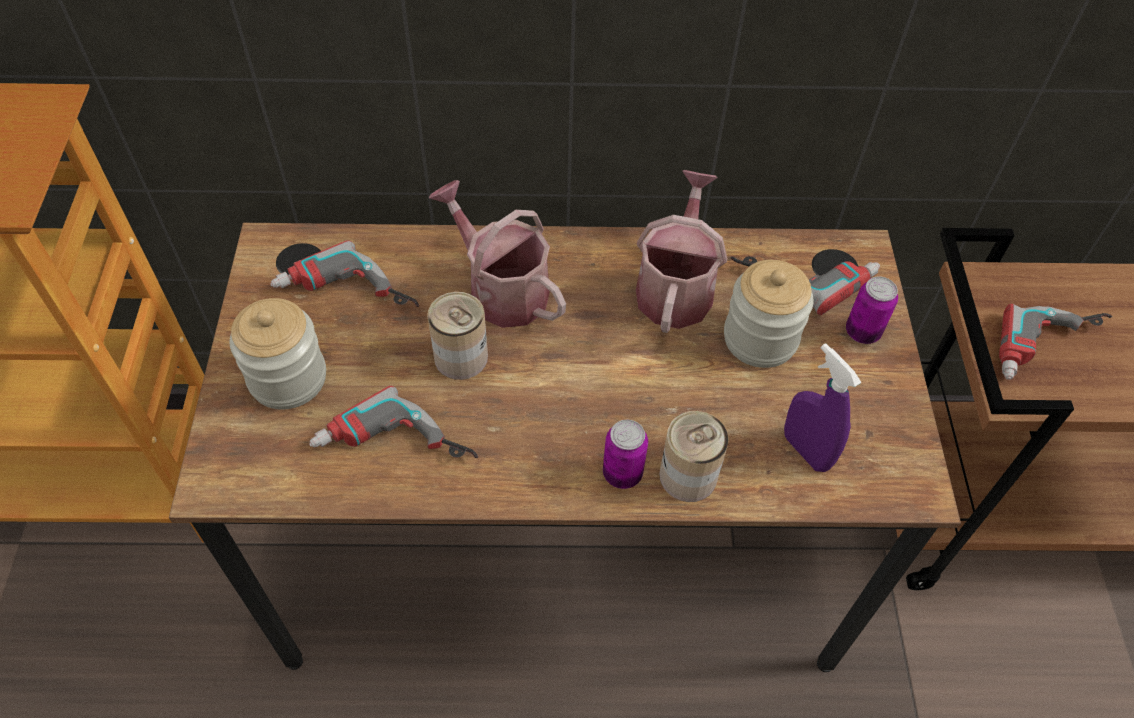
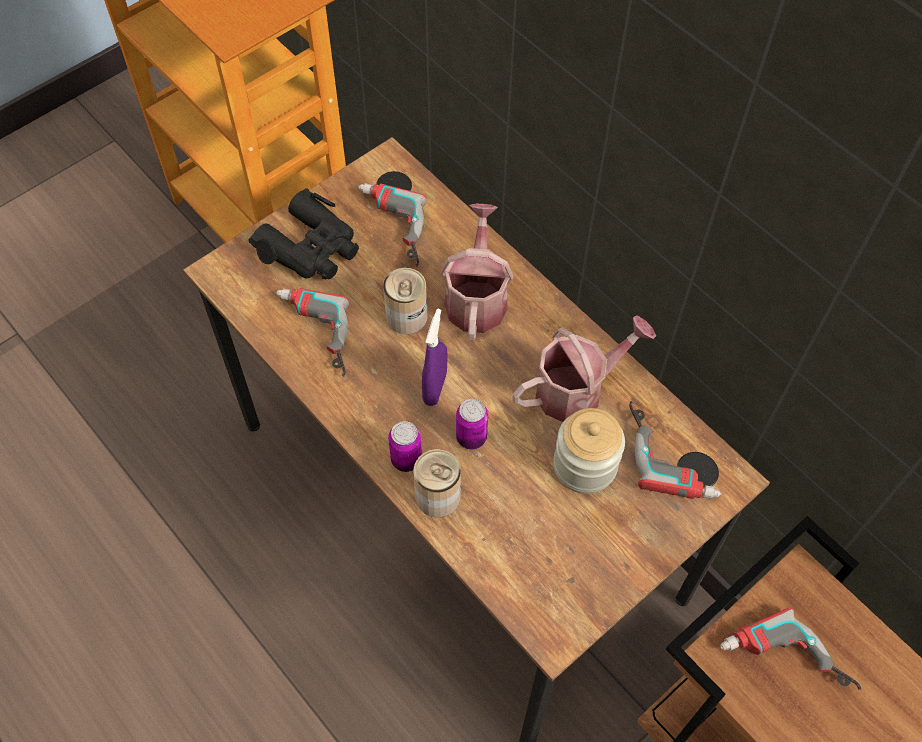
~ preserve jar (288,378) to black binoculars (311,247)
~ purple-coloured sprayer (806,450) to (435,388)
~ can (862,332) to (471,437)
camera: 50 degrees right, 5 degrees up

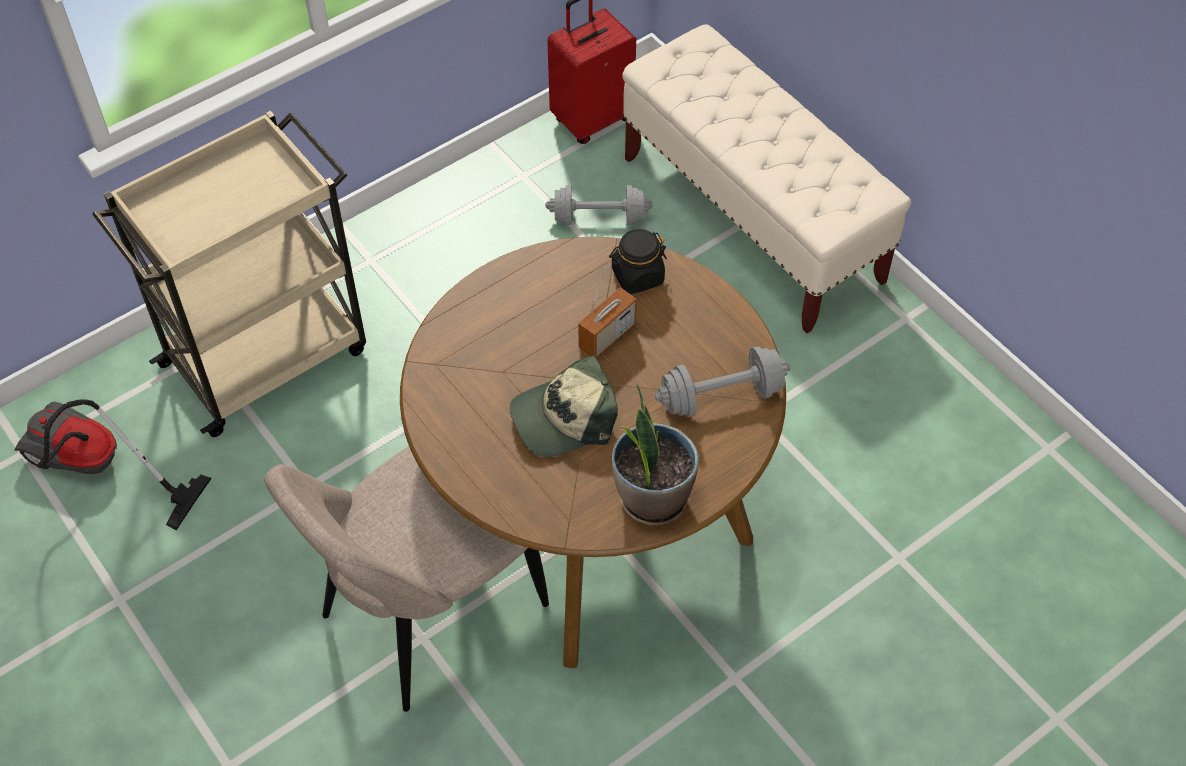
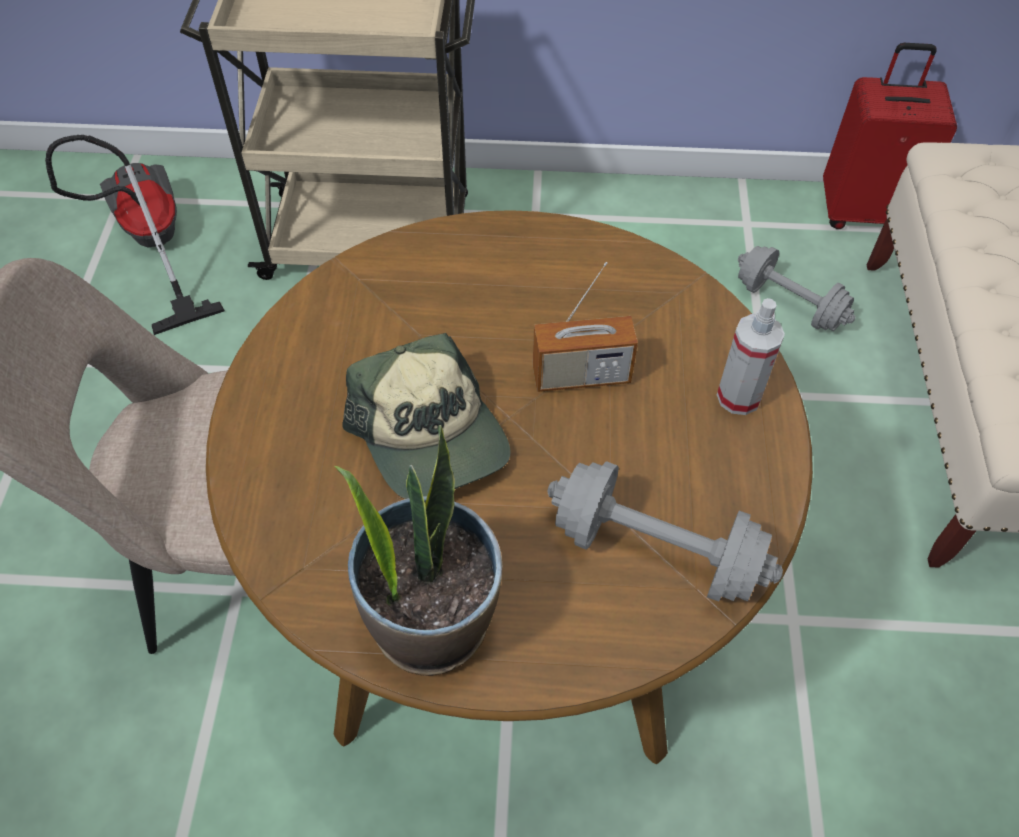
~ peaked cap (564,418) = (431,436) 135 degrees counterclockwise
- black preserve jar (637,276)
+ sprayer (738,397)
camera: 40 degrees right, 0 degrees up

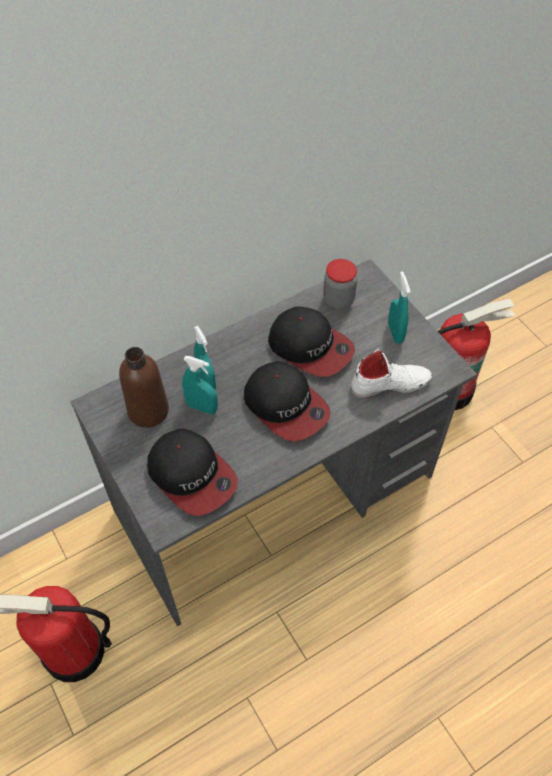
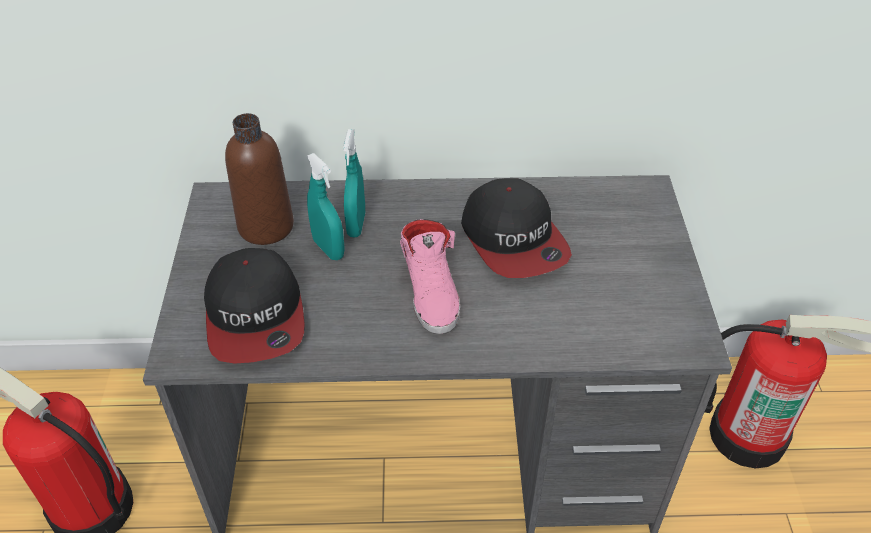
~ peaked cap (286,406) to pink-coloured item of footwear (431,291)
- preserve jar (338,300)
- whitish item of footwear (390,383)
- turquoise sprayer (395,333)
camera: 30 degrees right, 10 degrees down

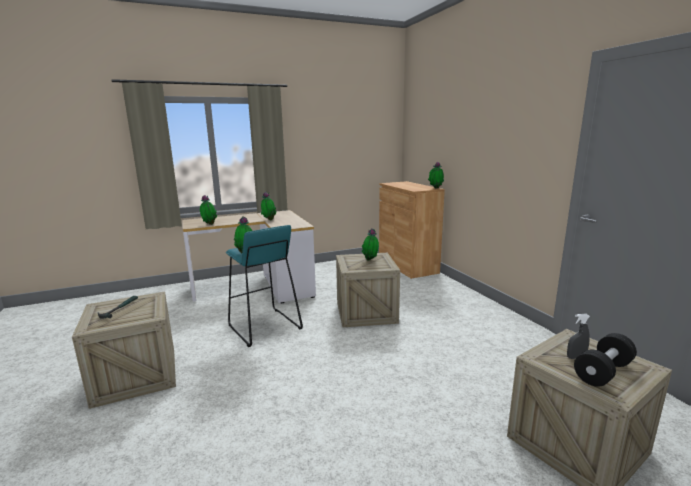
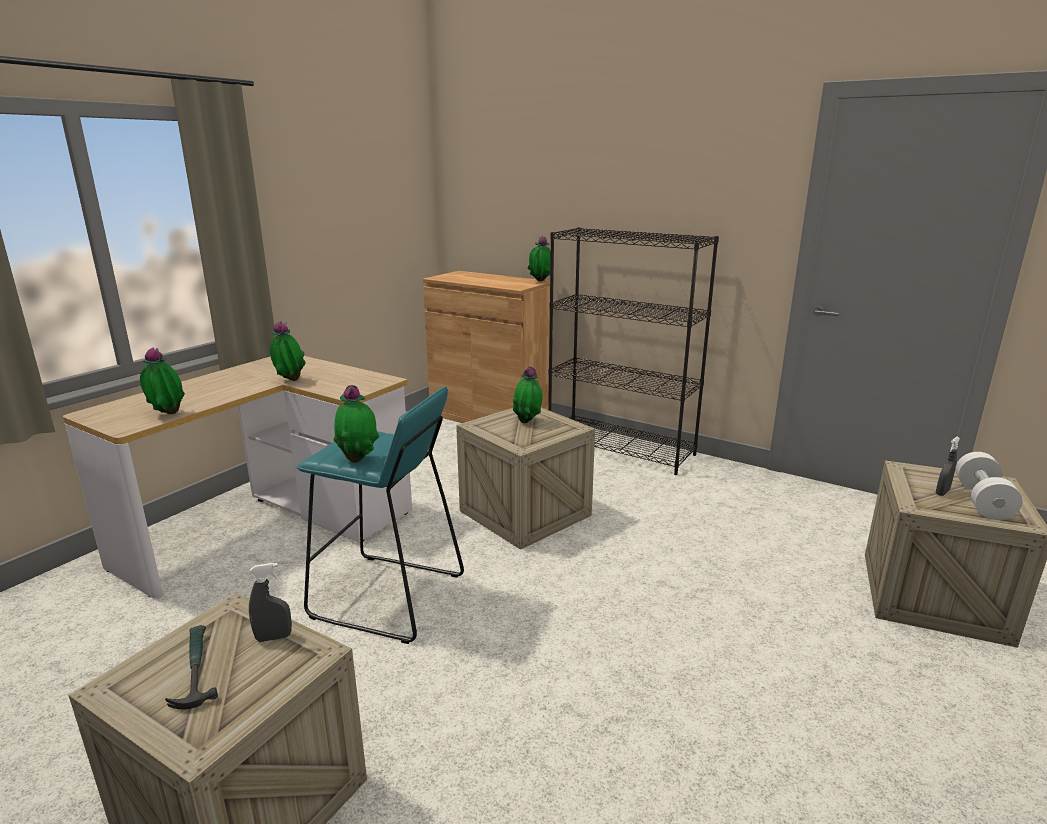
~ black hand weight (603,372) to whitish hand weight (982,501)
+ gray sprayer (273,637)
+ black bookshelf (621,448)
camera: 35 degrees left, 5 degrees up

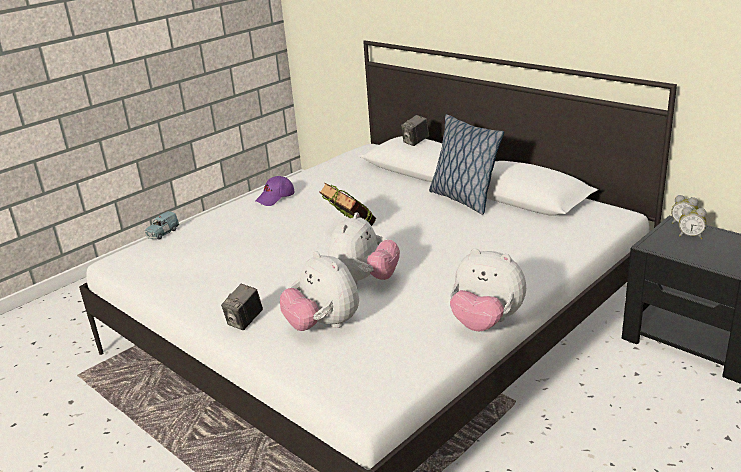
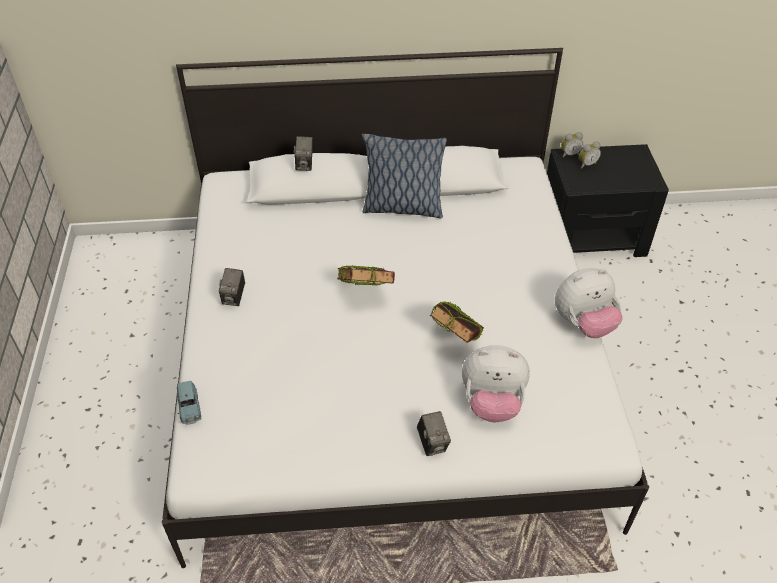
~ purple-coloured peaked cap (275,198) to photo camera (234,297)
~ plush toy (364,281) to book (455,341)
camera: 50 degrees left, 20 degrees up

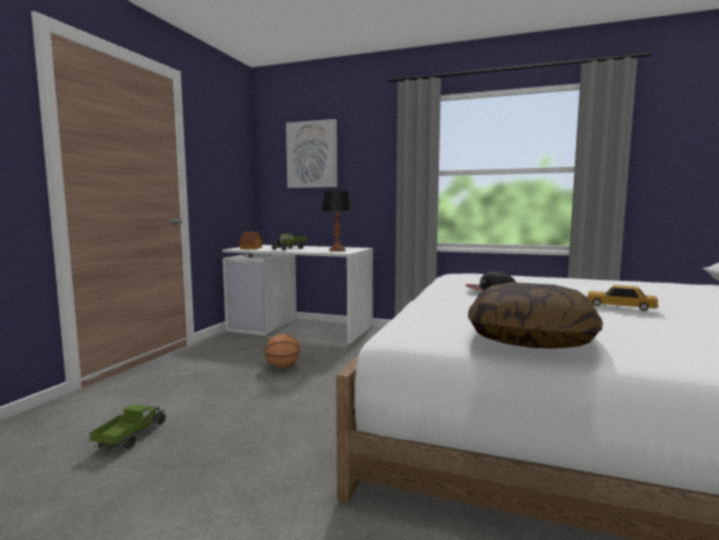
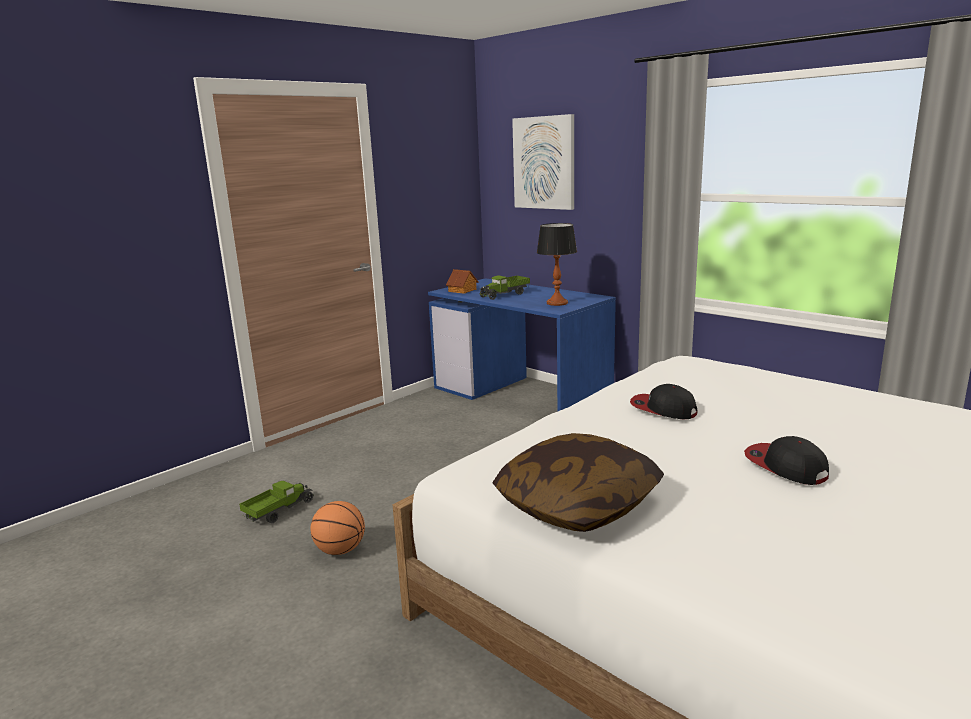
~ whitish desk table (301,328) to blue-coloured desk table (522,394)
~ basketball (282,367) to (340,550)
~ model car (620,306) to peaked cap (785,466)
camera: 25 degrees right, 10 degrees up

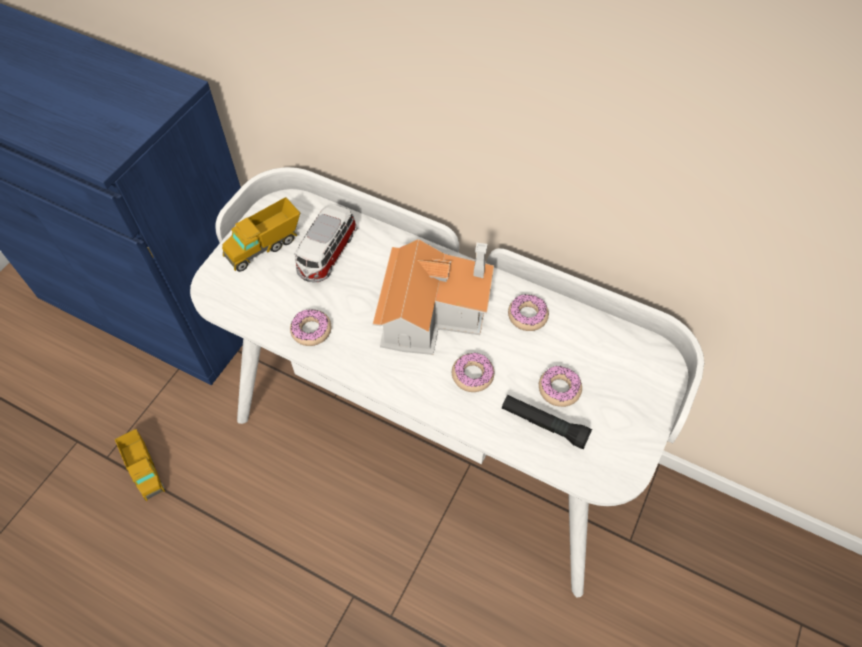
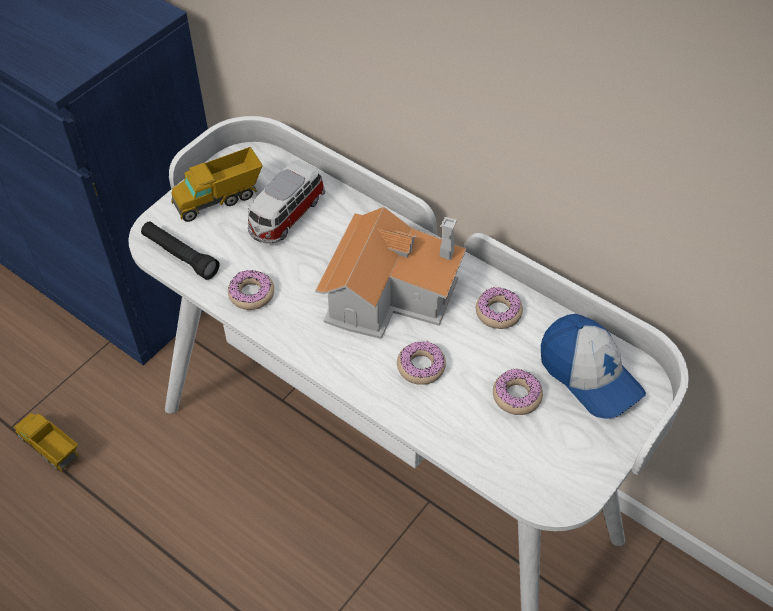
~ toy truck (146,471) = (51,449) 150 degrees clockwise
~ black flashlight (544,425) to (180,256)
+ peaked cap (589,375)
camera: 10 degrees right, 5 degrees down

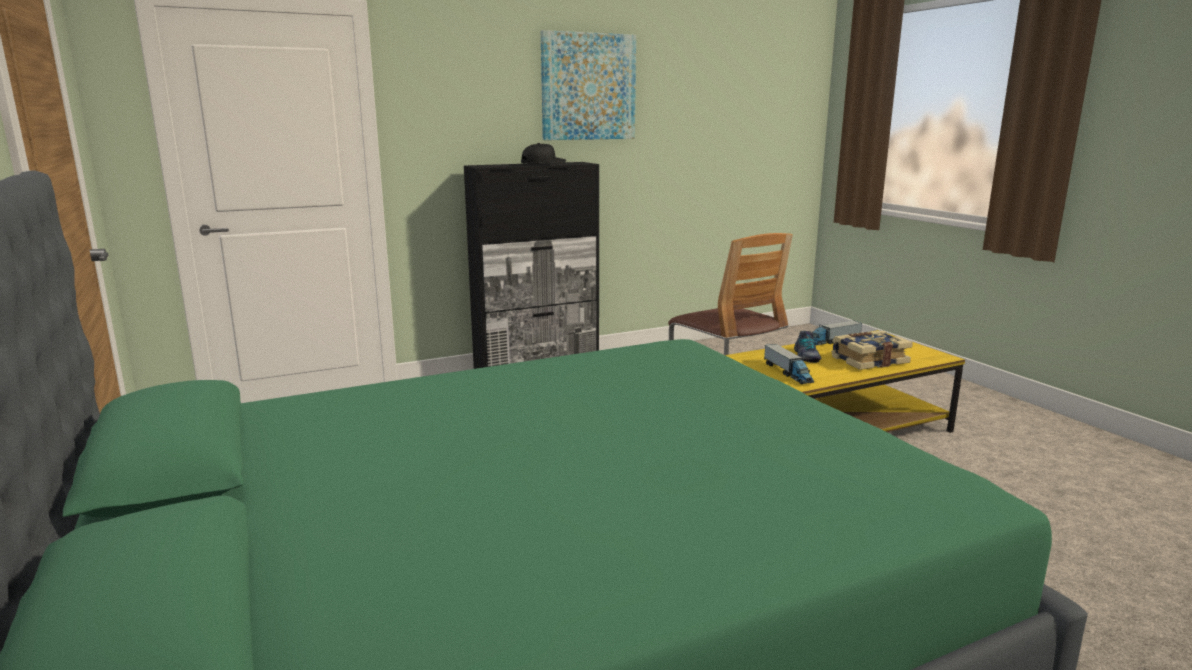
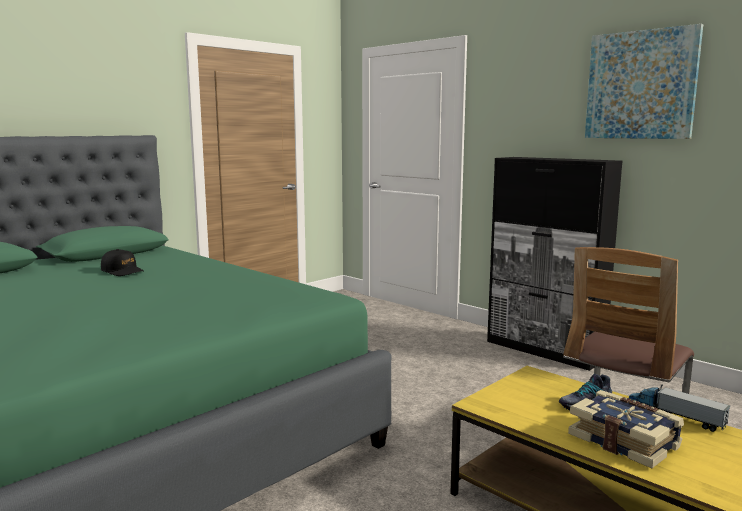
~ black peaked cap (543,163) to (122,271)
- toy truck (788,373)
camera: 70 degrees right, 5 degrees down

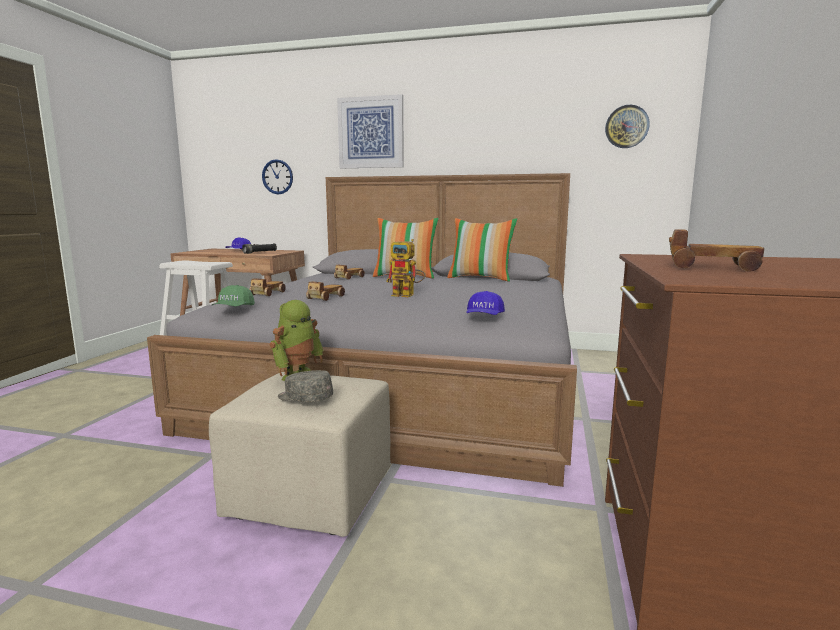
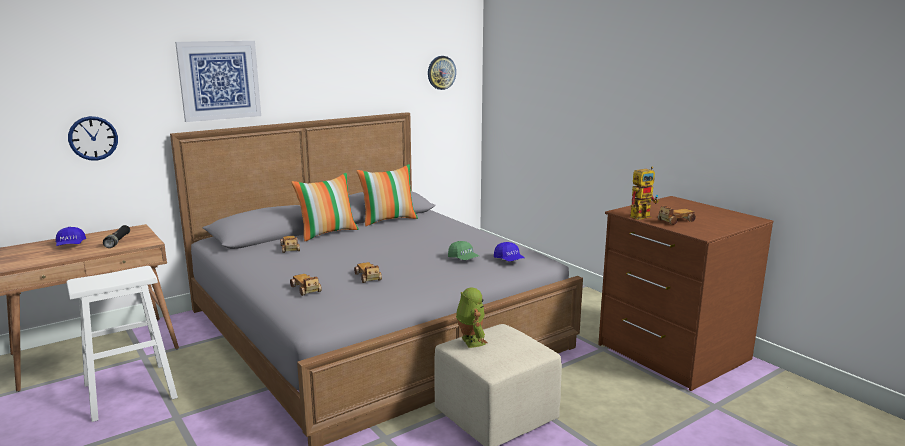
~ green-coloured peaked cap (233,309) to (463,259)
- gray peaked cap (304,398)
~ robot figure (408,295) to (642,216)
camera: 50 degrees left, 5 degrees up

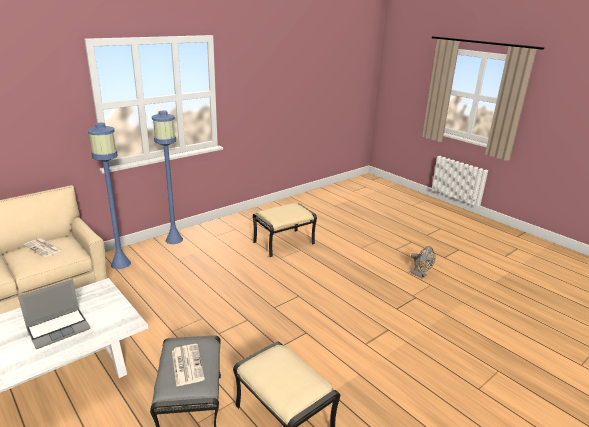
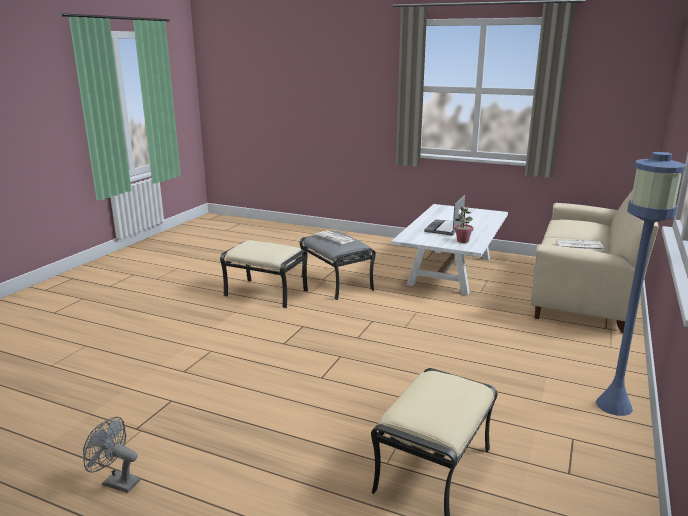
- blue-coloured floor lamp (120,264)
+ houseplant (462,241)
camera: 155 degrees right, 5 degrees down

